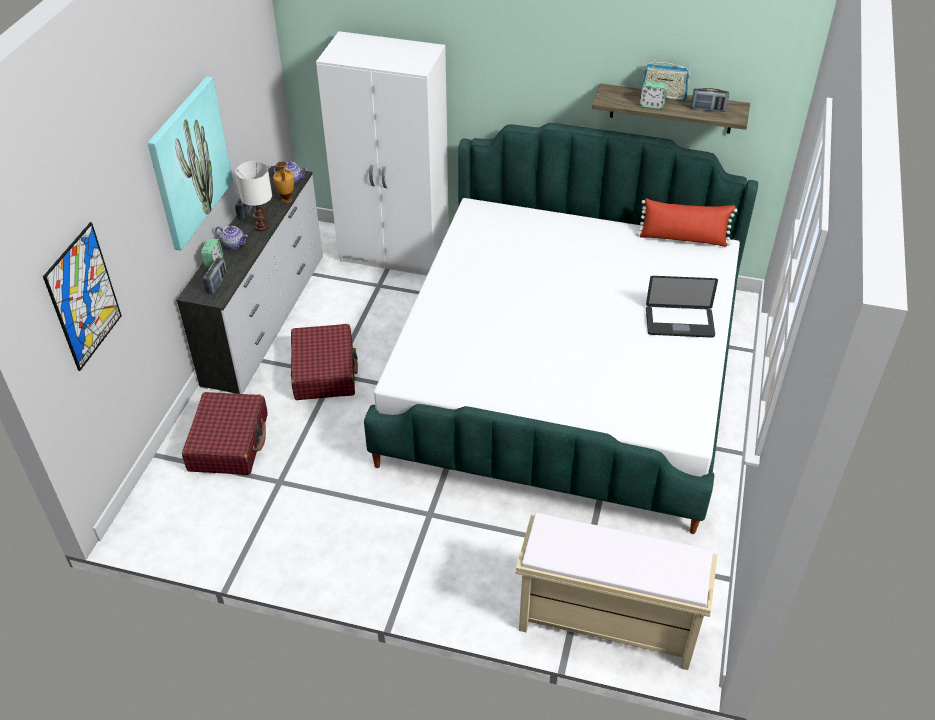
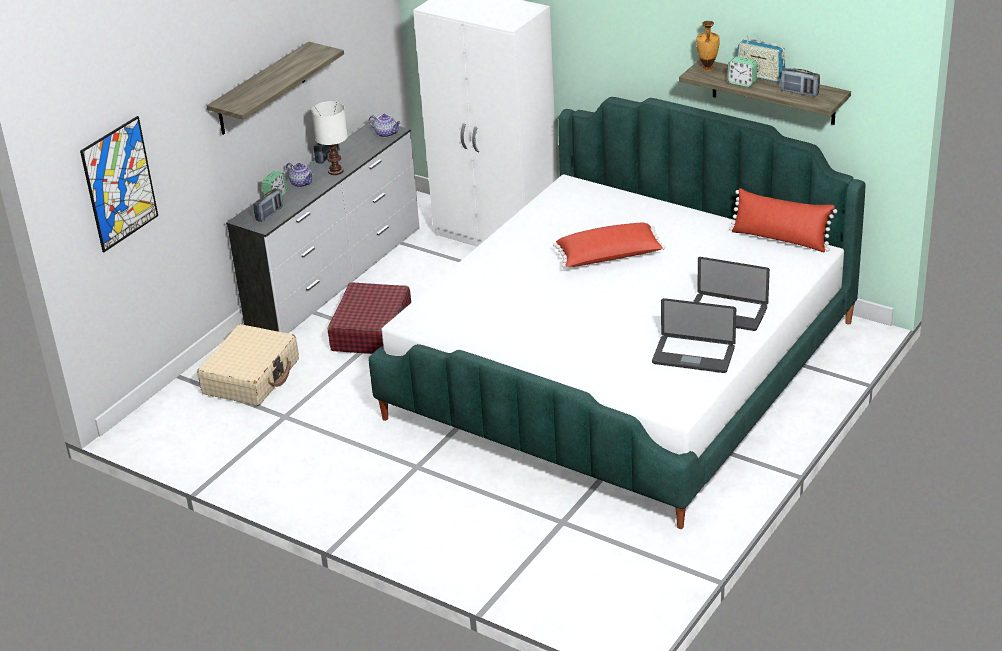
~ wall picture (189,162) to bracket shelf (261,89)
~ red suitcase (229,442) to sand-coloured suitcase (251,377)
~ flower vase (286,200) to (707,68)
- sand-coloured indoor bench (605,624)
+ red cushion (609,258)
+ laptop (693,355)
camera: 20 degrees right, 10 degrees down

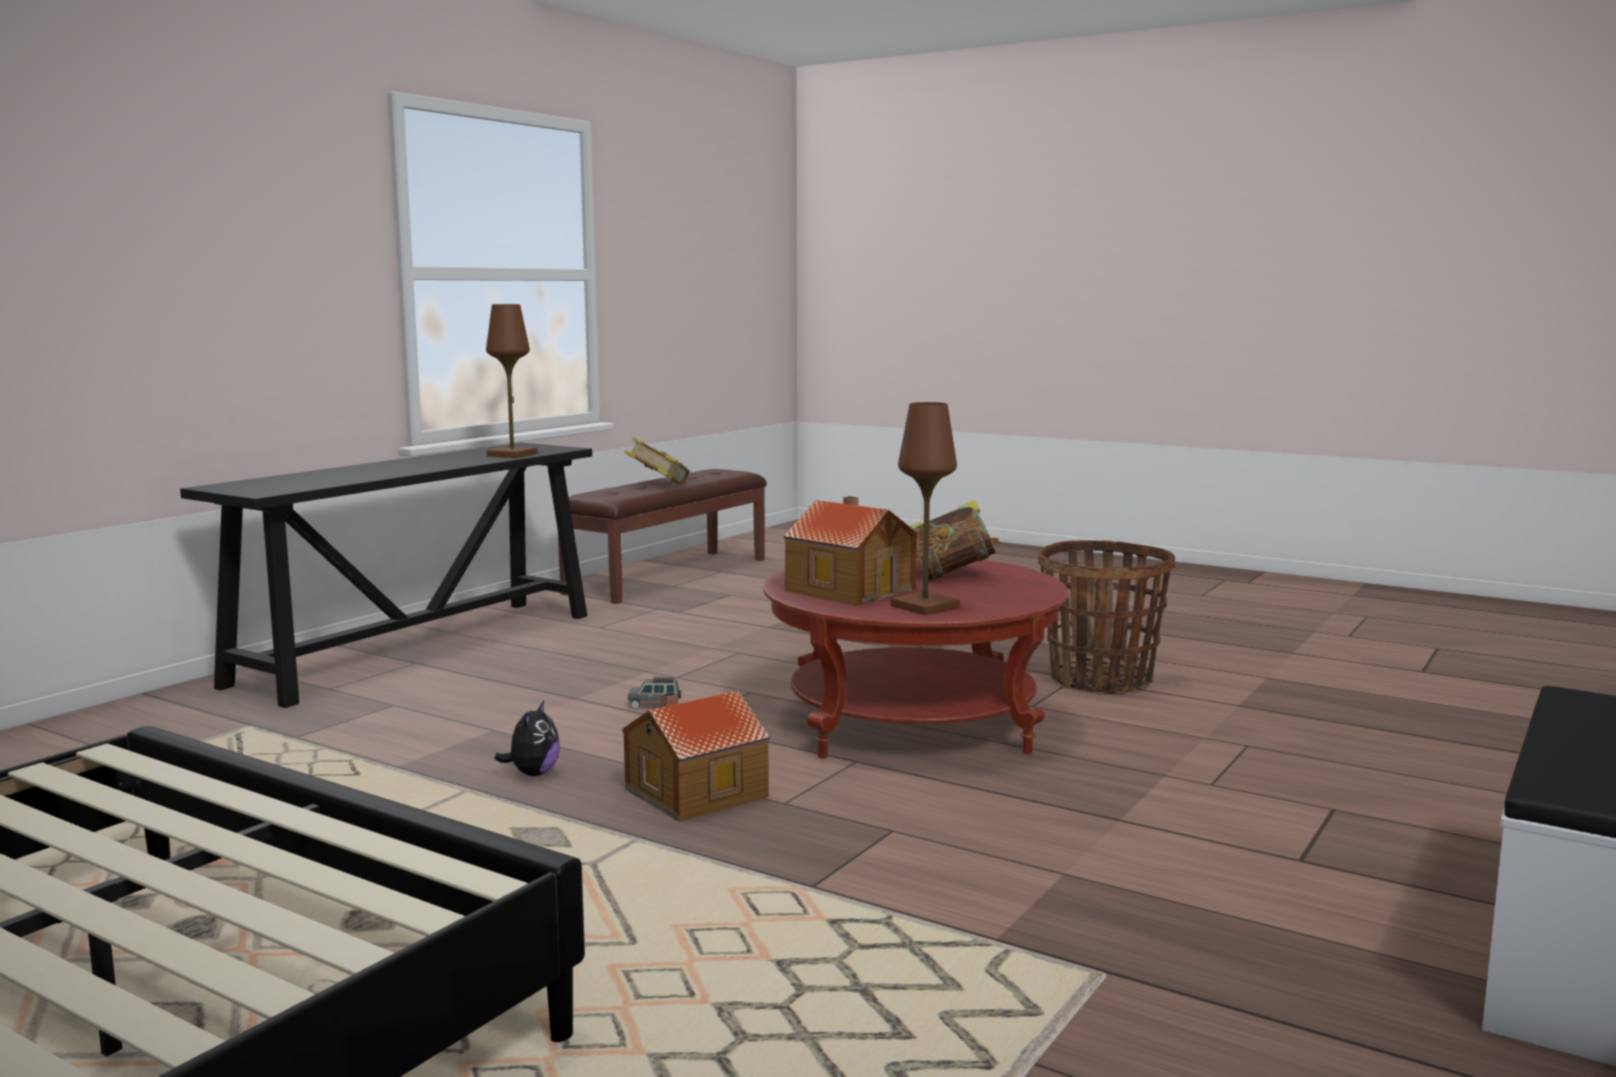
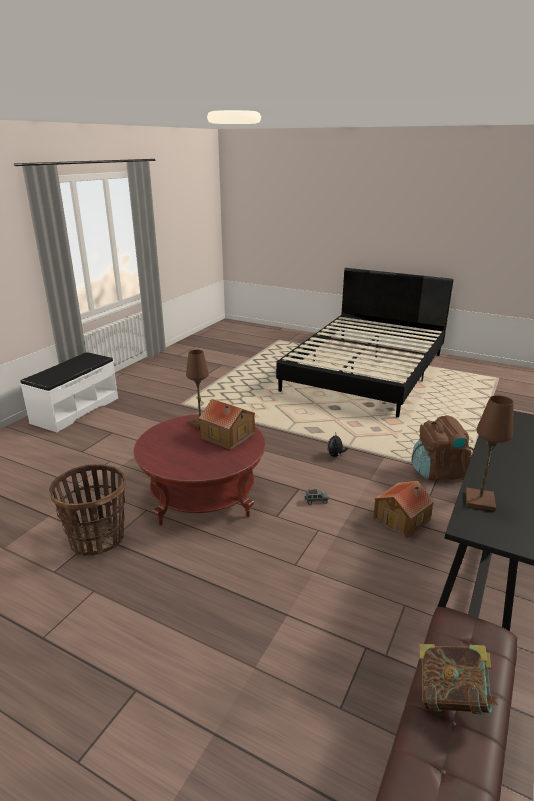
~ model house (693,792) to (402,519)
- book (951,575)
+ brownish rucksack (439,471)
camera: 175 degrees right, 15 degrees up

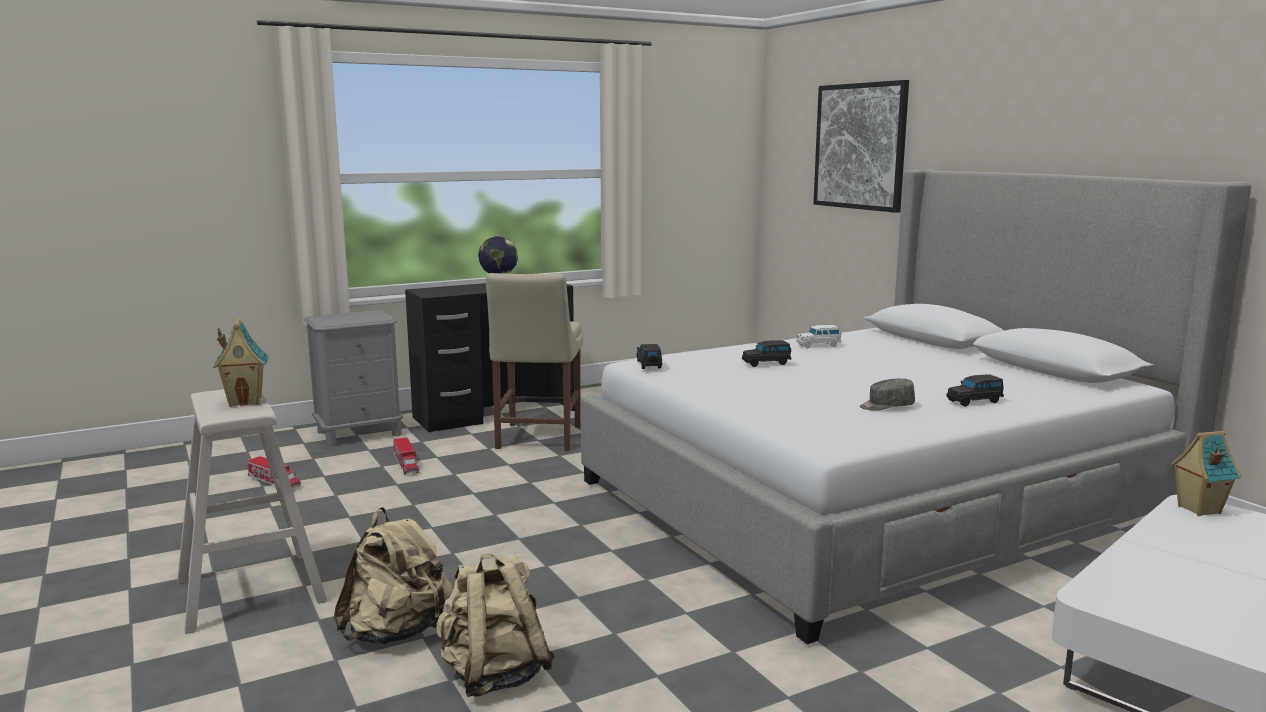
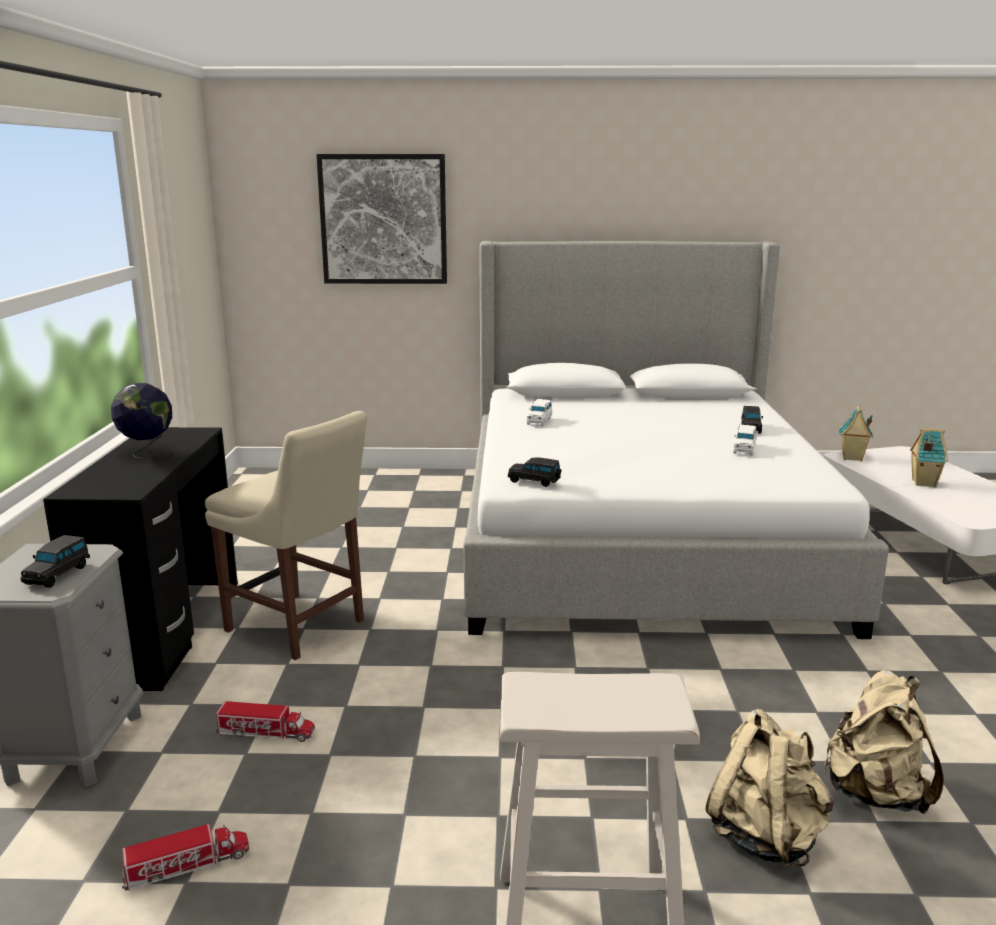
~ model house (246,401) to (923,483)
~ black model car (767,363) to (58,574)
~ gray peaked cap (886,406) to whitish model car (744,449)
camera: 60 degrees left, 5 degrees up

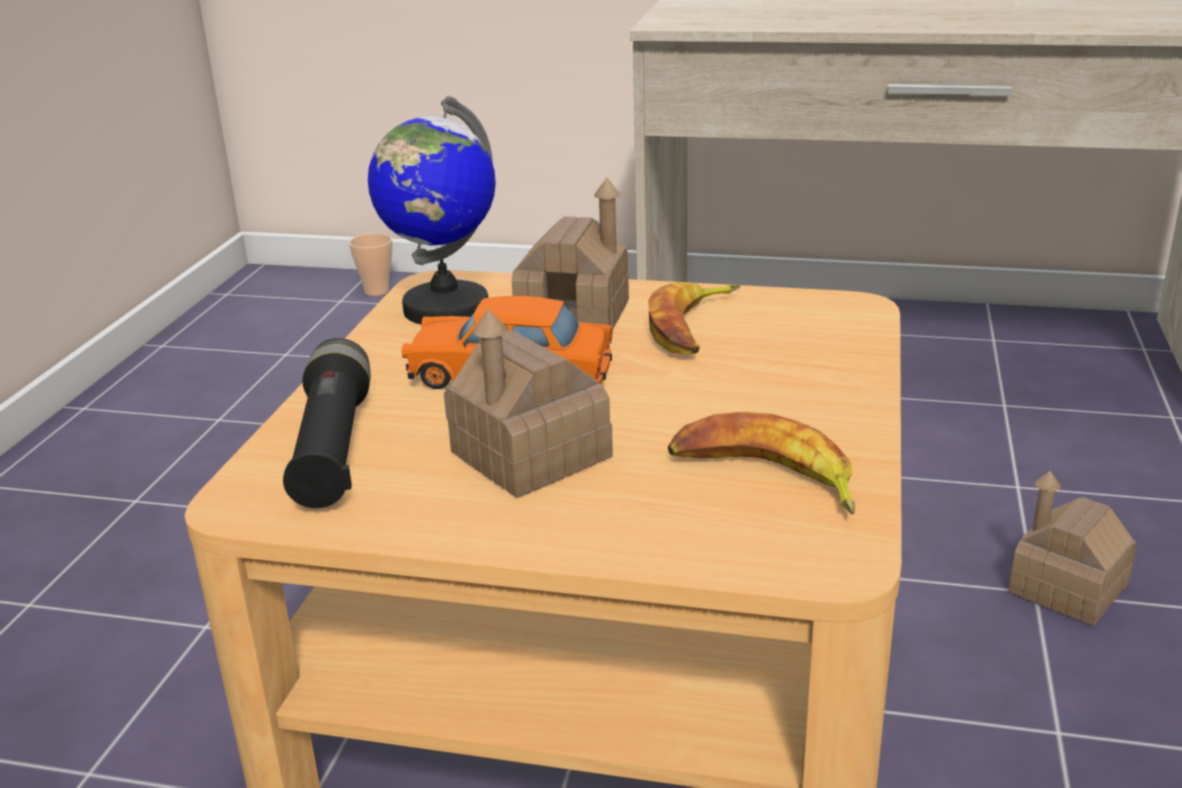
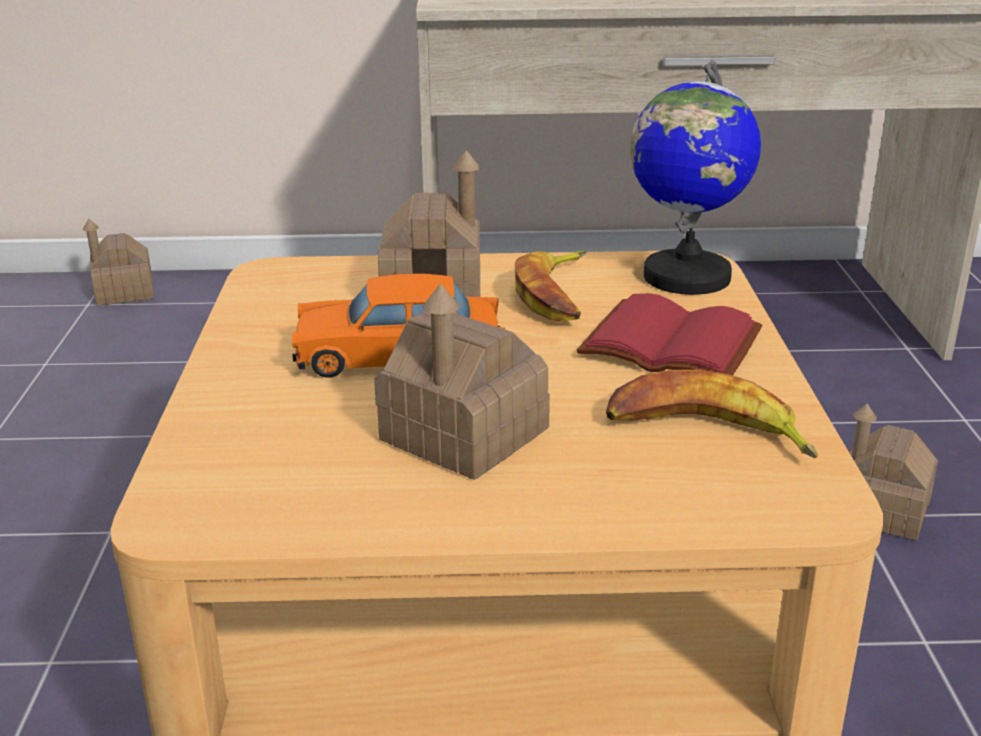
- black flashlight (333,448)
~ cup (376,291) to model house (124,292)
~ globe (444,308) to (685,277)
+ red book (666,346)
camera: 15 degrees left, 0 degrees up

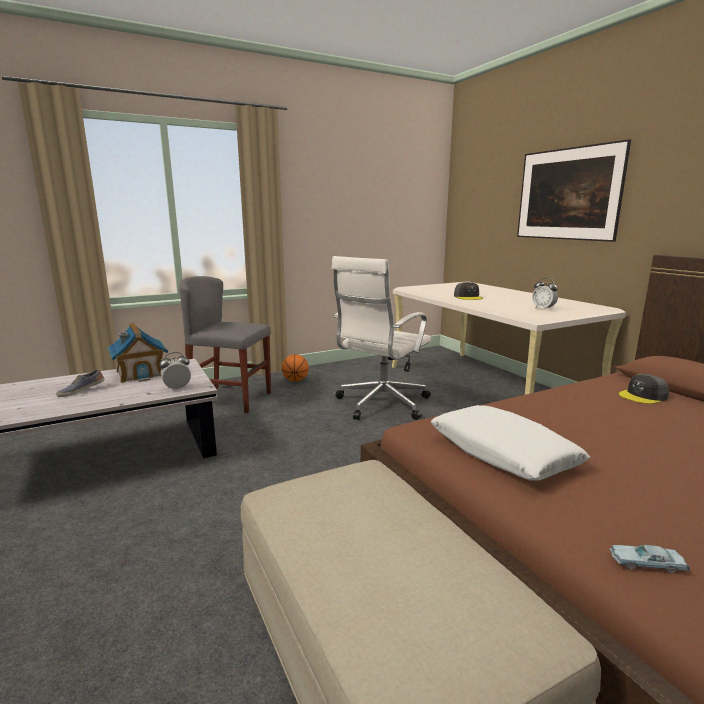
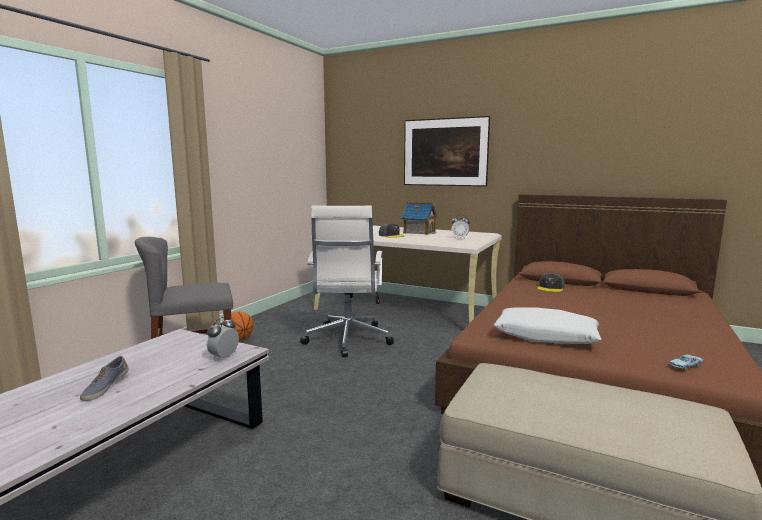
~ model house (141,373) to (419,232)
camera: 35 degrees left, 5 degrees down

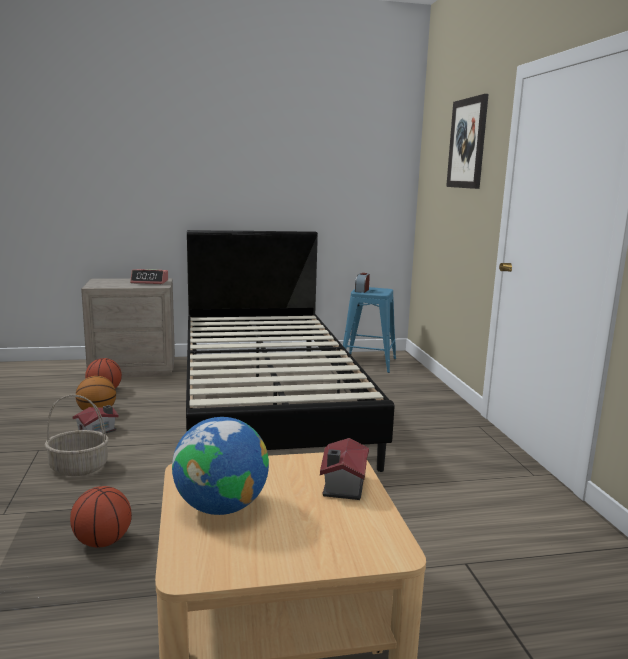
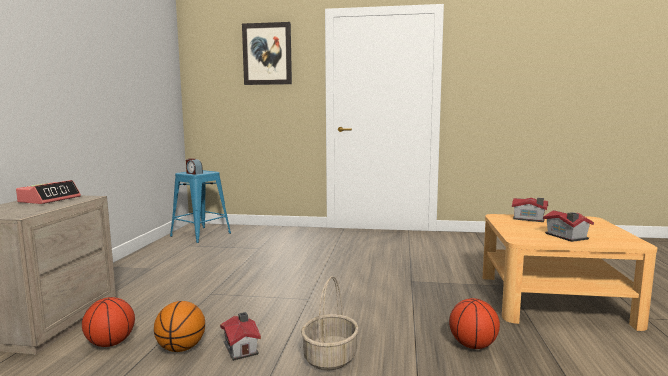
~ globe (220,507) to model house (566,236)
- black bedroom bed (267,401)
camera: 70 degrees left, 5 degrees down

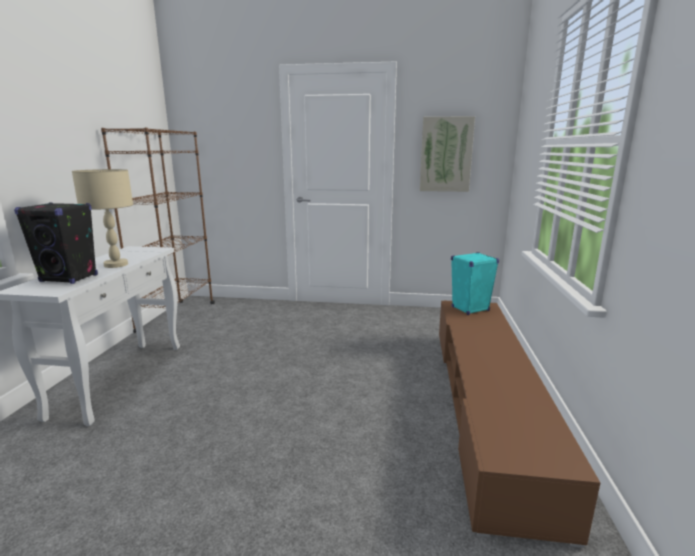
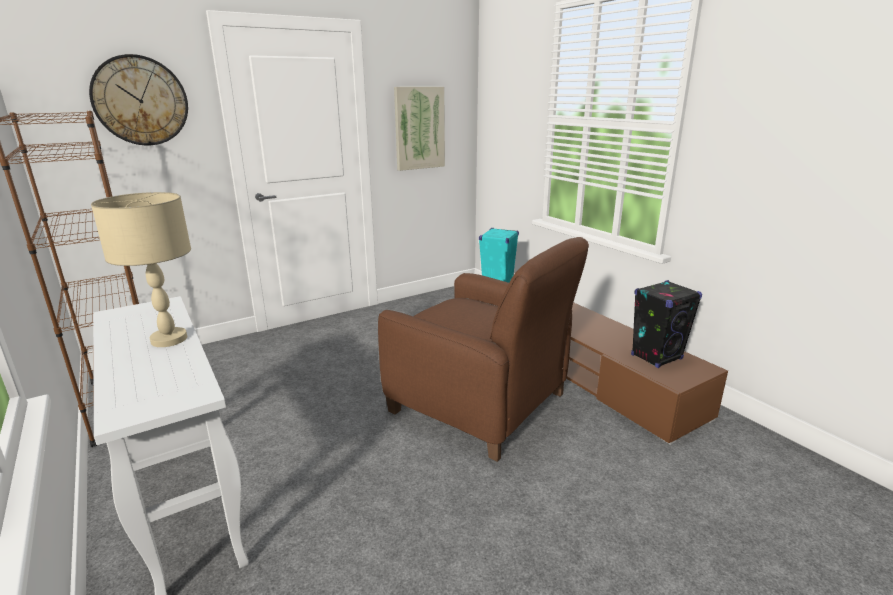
~ black audio speaker (69,278) to (656,357)
+ wall clock (140,101)
+ brownish easy chair (480,404)
camera: 40 degrees left, 5 degrees up

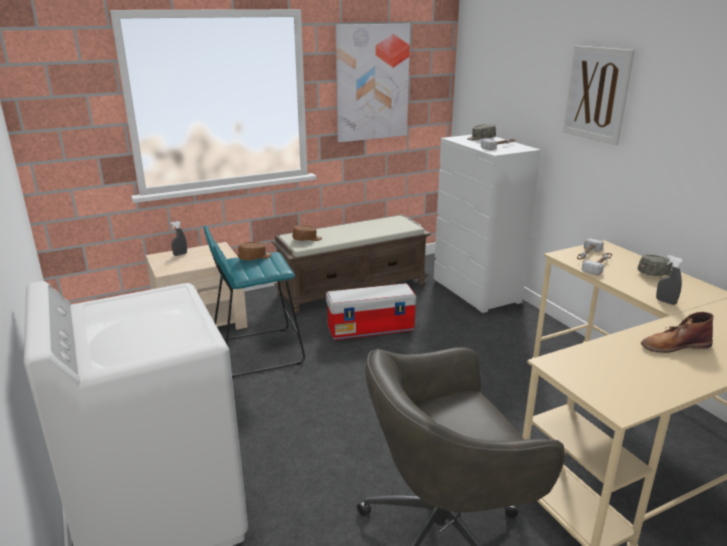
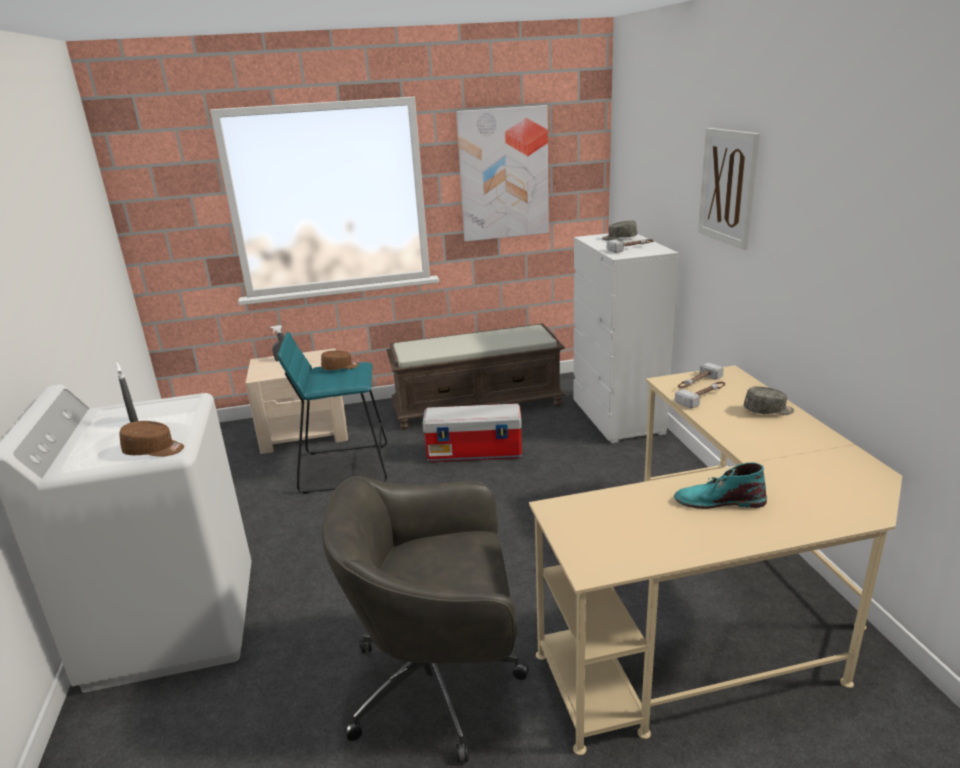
~ brownish peaked cap (307,239) to (154,450)
~ brownish high-top boot (674,345) to turquoise high-top boot (718,501)
~ gray sprayer (665,302) to (134,421)
camera: 15 degrees right, 0 degrees up

